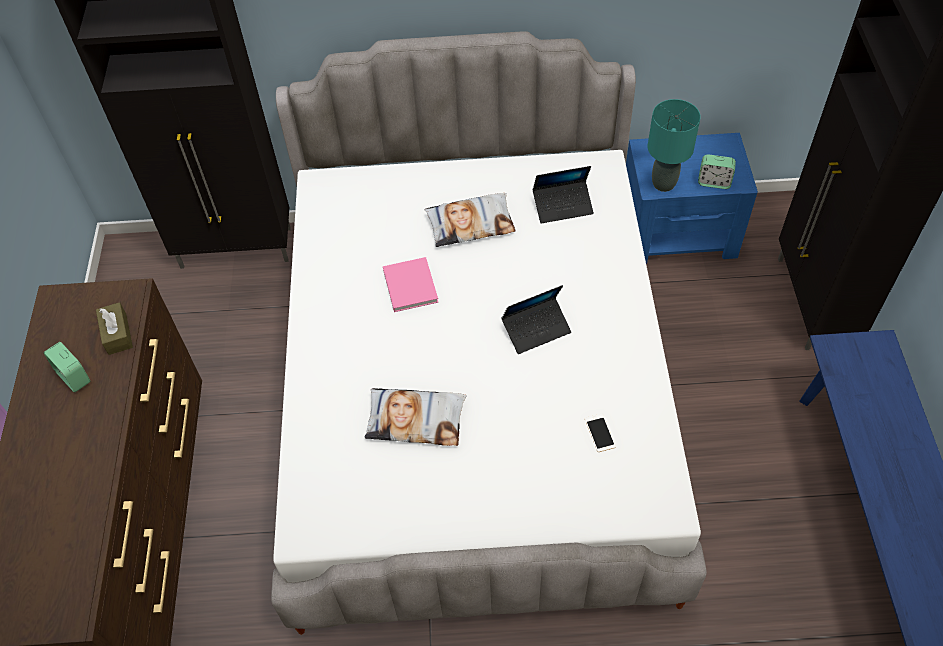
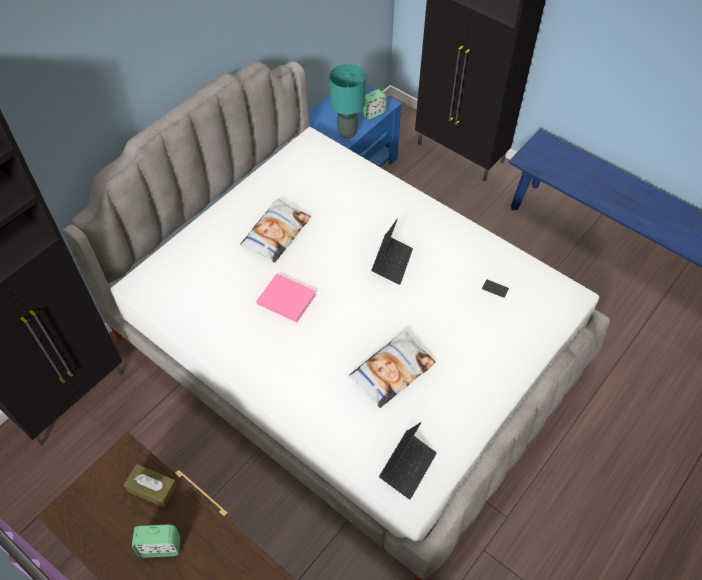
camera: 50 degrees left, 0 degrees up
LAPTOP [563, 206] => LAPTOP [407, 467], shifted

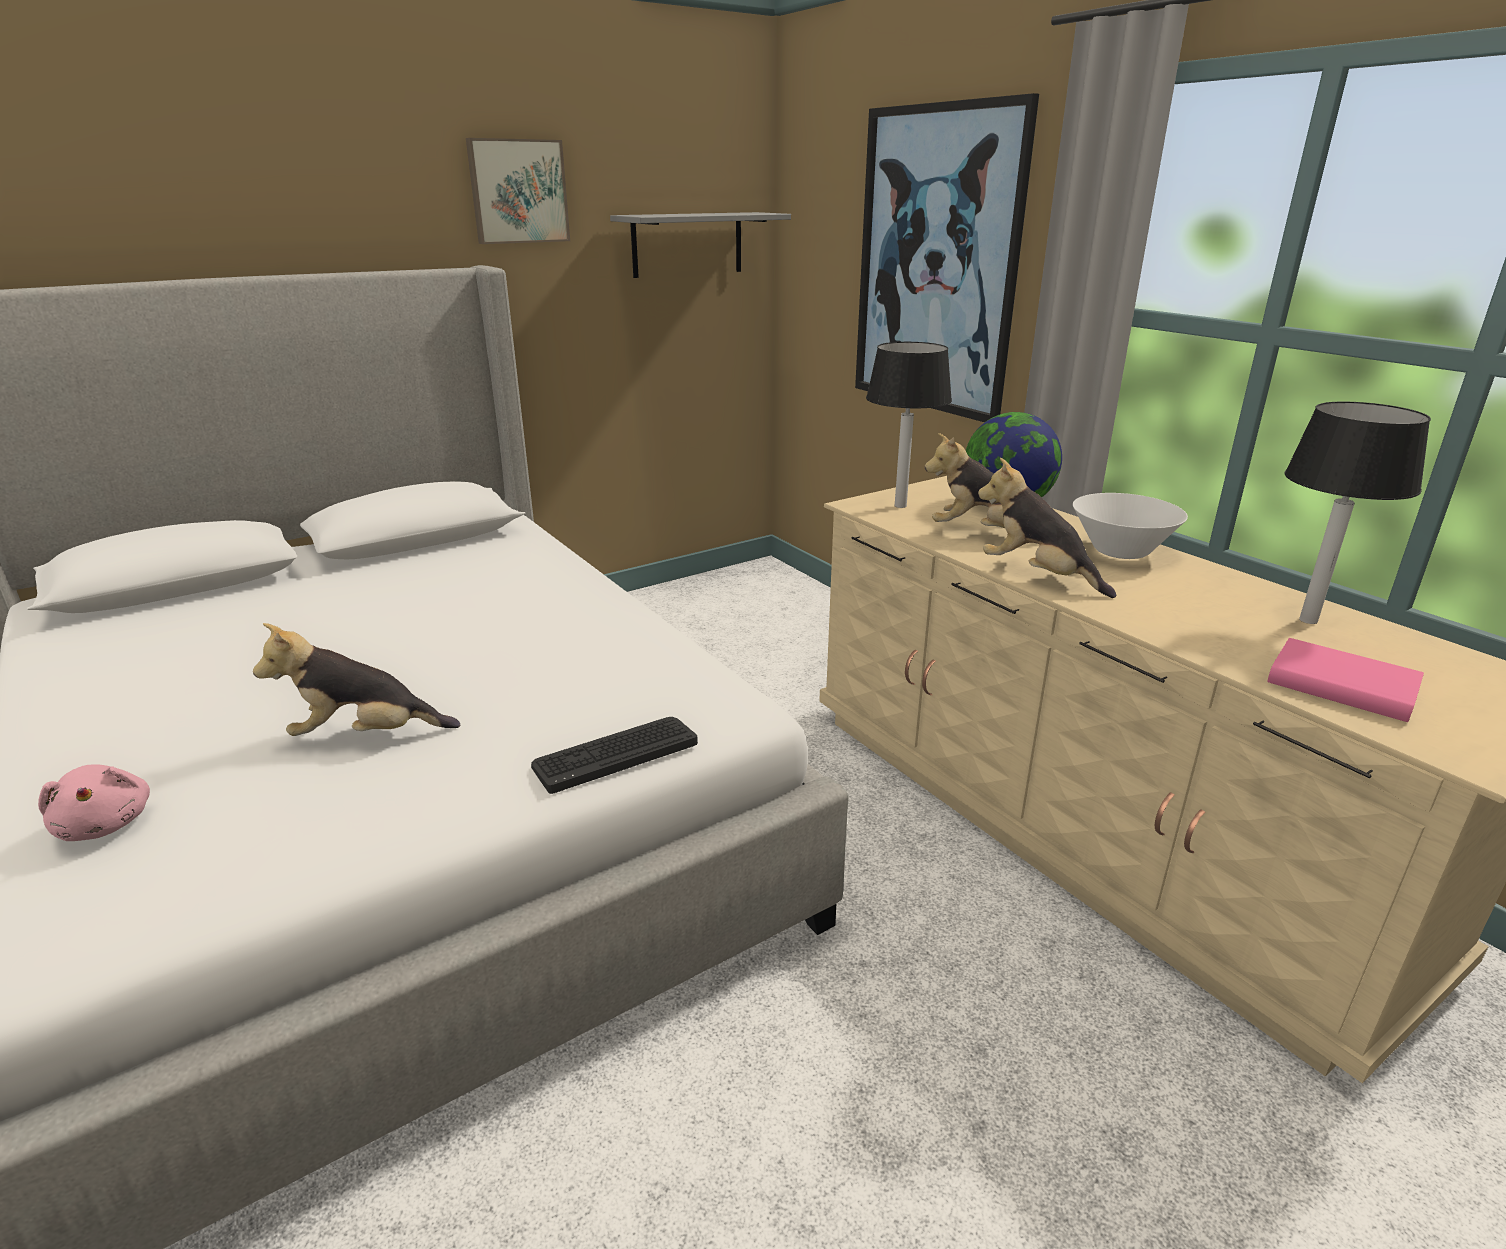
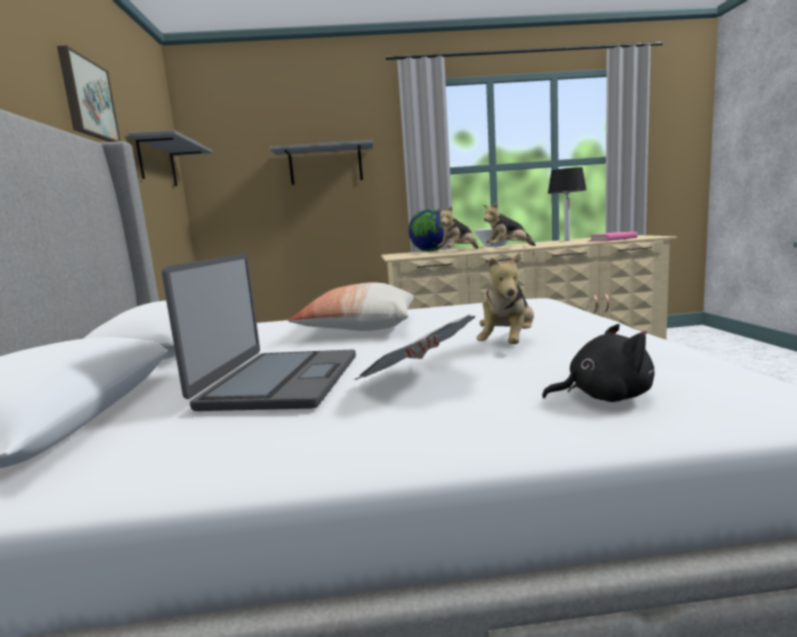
camera: 60 degrees left, 15 degrees down
KEYBOARD [615, 754] => nothing
TABLE LAMP [900, 505] => nothing
nothing => LAPTOP [280, 381]
nothing => PILLOW [359, 328]
nothing => NEWSPAPER [416, 381]
PICTURE [936, 263] => GREY SHELF [325, 165]
PINK PLUSH TOY [106, 824] => BLACK PLUSH TOY [603, 397]

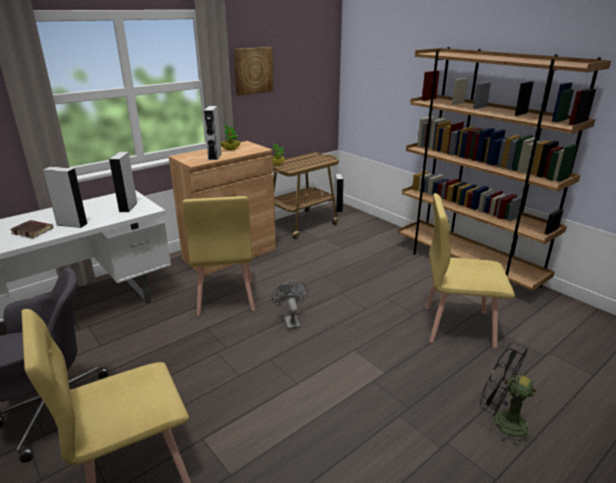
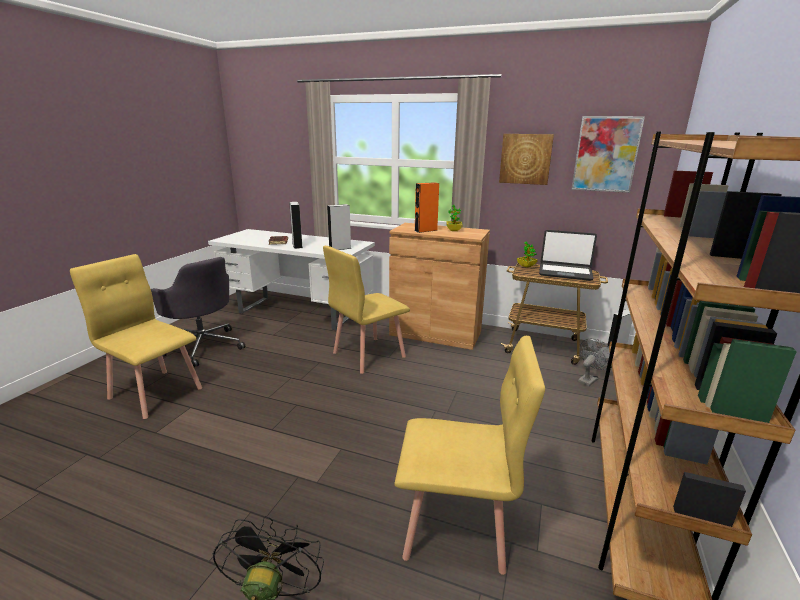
camera: 60 degrees right, 5 degrees down
nothing => LAPTOP [565, 272]
nothing => PICTURE [606, 154]
GREY FAN [290, 321] => GREY FAN [589, 379], shifted
GREY SPEAKER [214, 156] => ORANGE SPEAKER [425, 230]
YELLOW CHAIR [457, 326] => YELLOW CHAIR [456, 526], 120 degrees clockwise

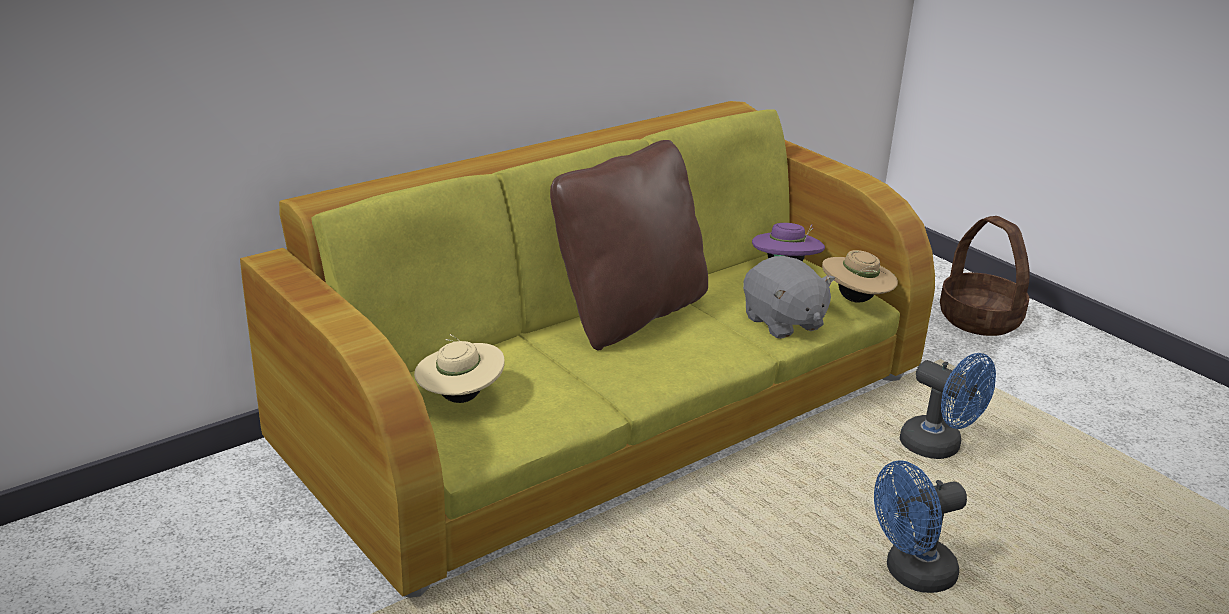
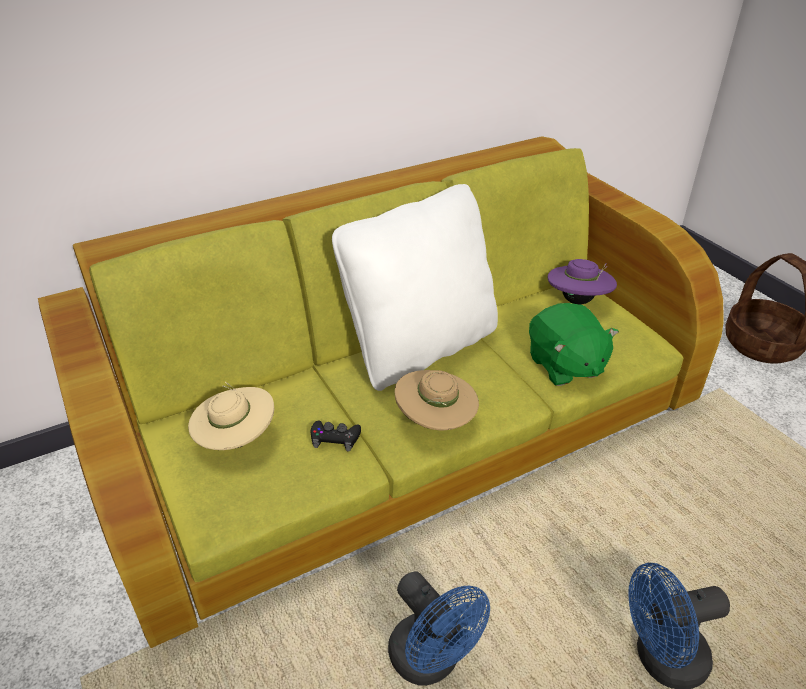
camera: 10 degrees right, 10 degrees up
nothing => BLACK GAME CONTROLLER [335, 438]
BEIGE HAT [855, 300] => BEIGE HAT [436, 421], shifted
BLUE FAN [939, 448] => BLUE FAN [432, 662], shifted
BROWN PILLOW [630, 314] => WHITE PILLOW [420, 348]
GREY PLUSH TOY [783, 323] => GREEN PLUSH TOY [565, 366]

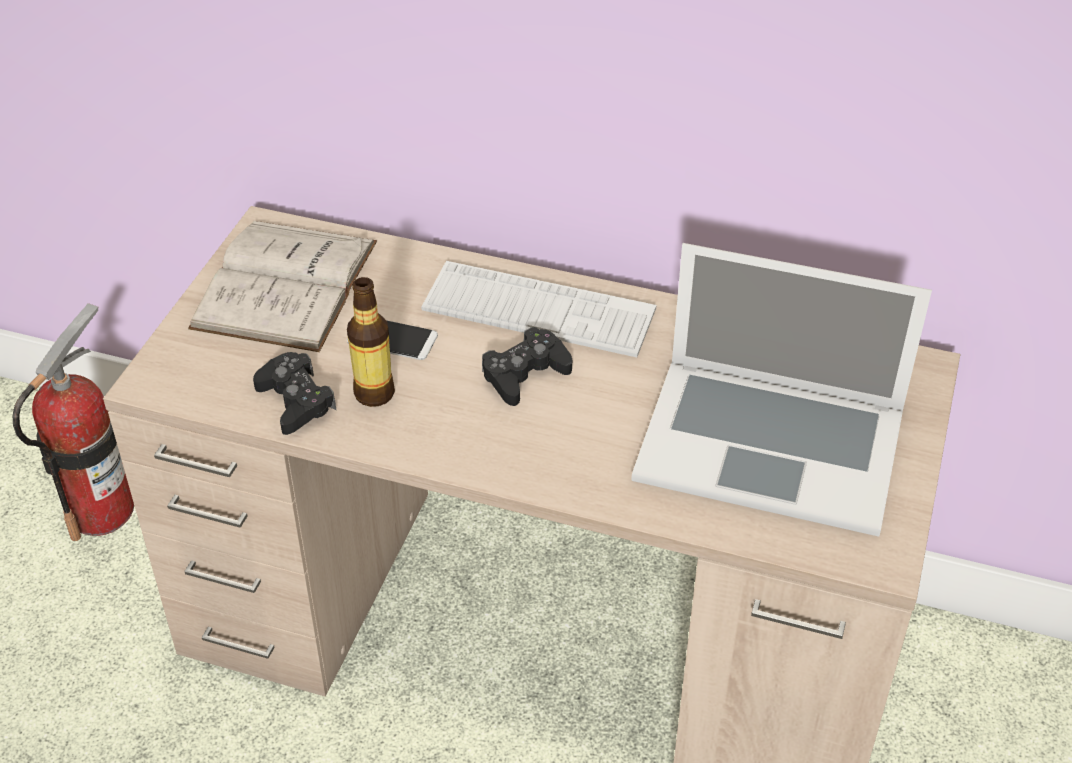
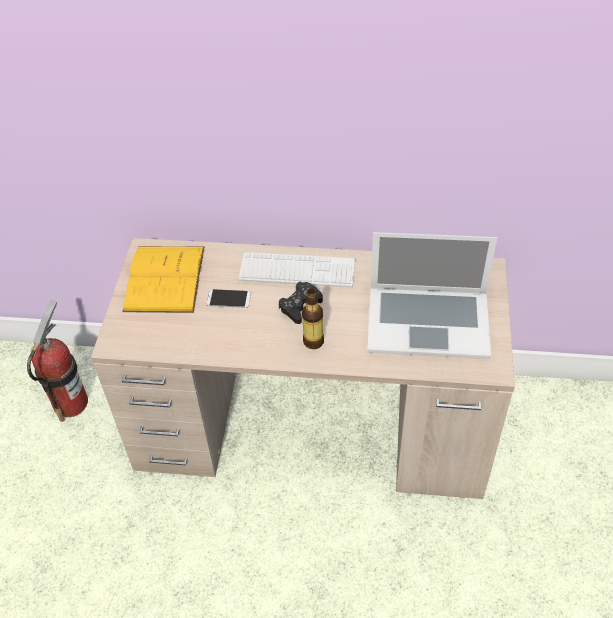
camera: 10 degrees left, 5 degrees up
BLACK GAME CONTROLLER [295, 401] => nothing
BOTTLE [374, 393] => BOTTLE [313, 341], shifted
WHITE BOOK [285, 284] => YELLOW BOOK [165, 278]

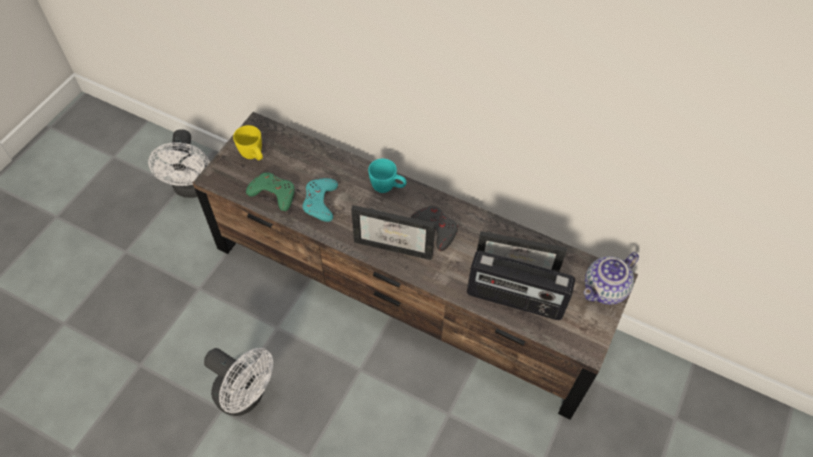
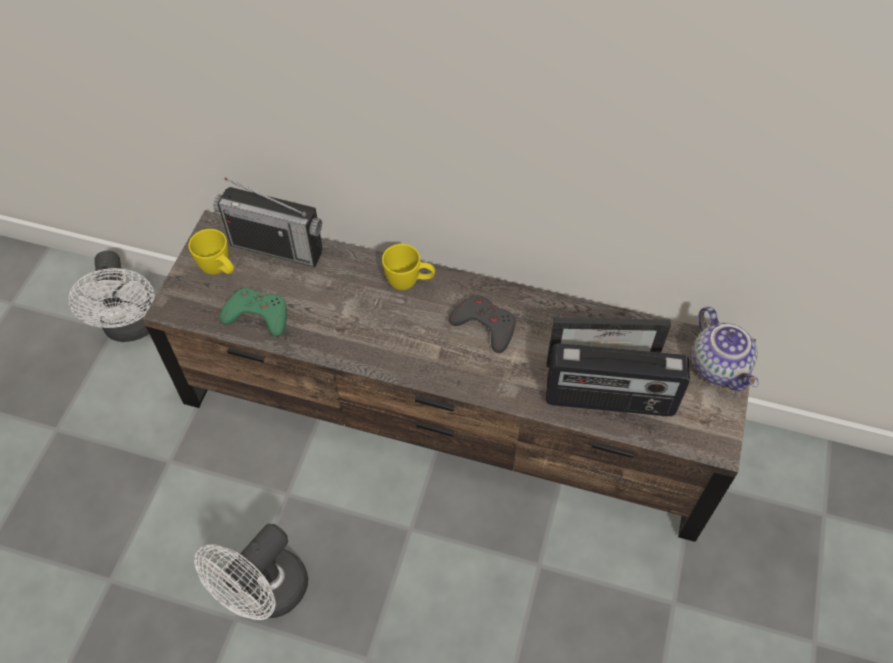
camera: 10 degrees left, 0 degrees up
TURQUOISE GAME CONTROLLER [320, 202] => nothing
PICTURE FRAME [396, 243] => nothing
nothing => RADIO [277, 247]
TURQUOISE MUG [388, 188] => YELLOW MUG [409, 282]
WHITE FAN [246, 396] => WHITE FAN [265, 594], 105 degrees clockwise
TEAPOT [605, 290] => TEAPOT [720, 367], 60 degrees counterclockwise

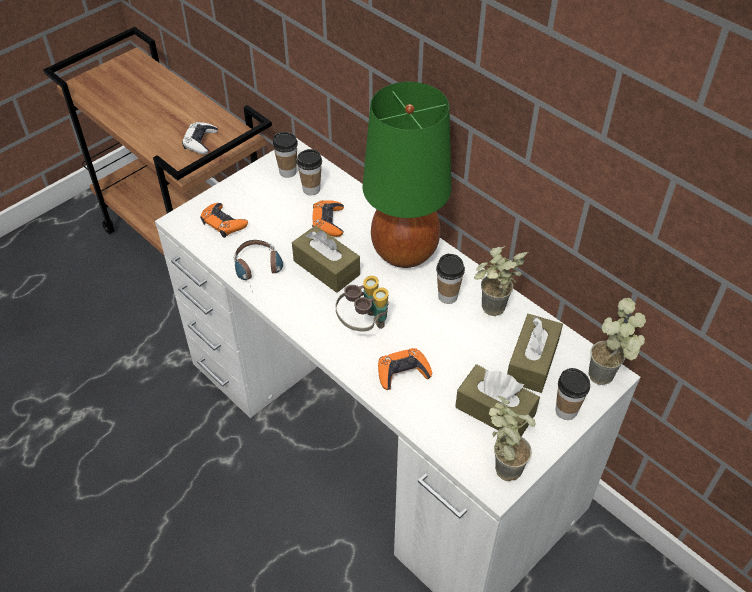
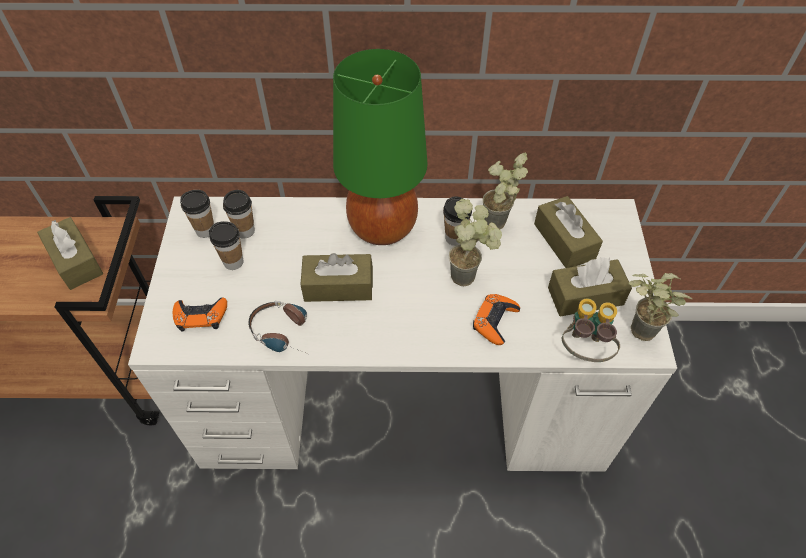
camera: 45 degrees left, 5 degrees up
ORANGE GAME CONTROLLER [328, 222] => nothing
BINOCULARS [364, 325] => BINOCULARS [584, 349], shifted
CUP [566, 411] => CUP [233, 262], shifted
POTTED PLANT [608, 379] => POTTED PLANT [470, 276], shifted
WHITE GAME CONTROLLER [200, 141] => BROWN TISSUE BOX [75, 261]

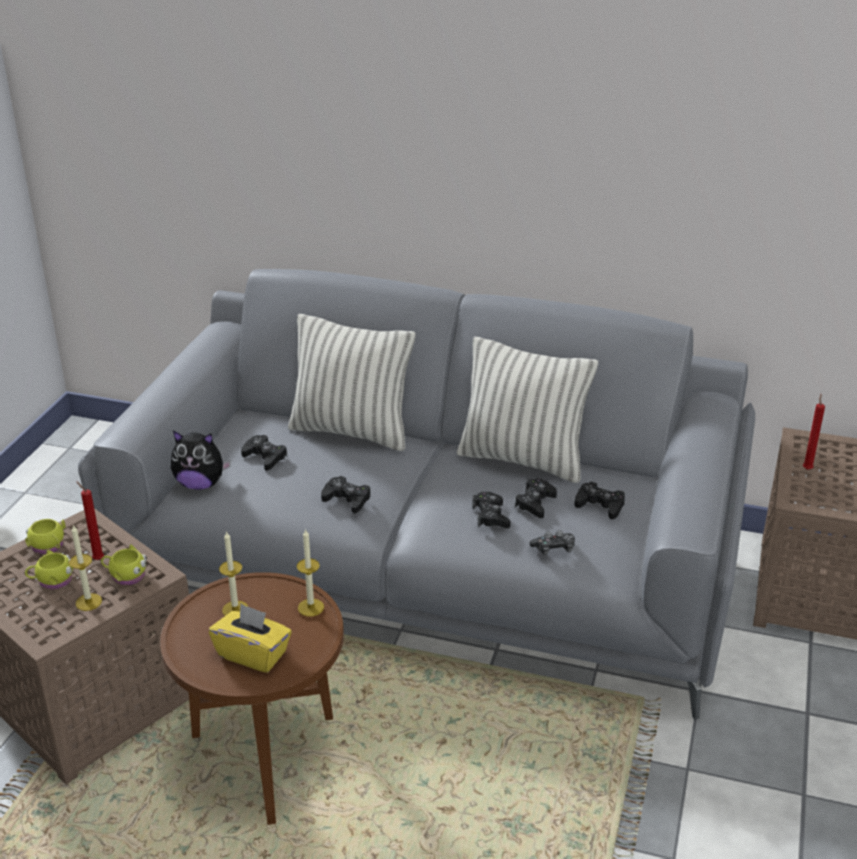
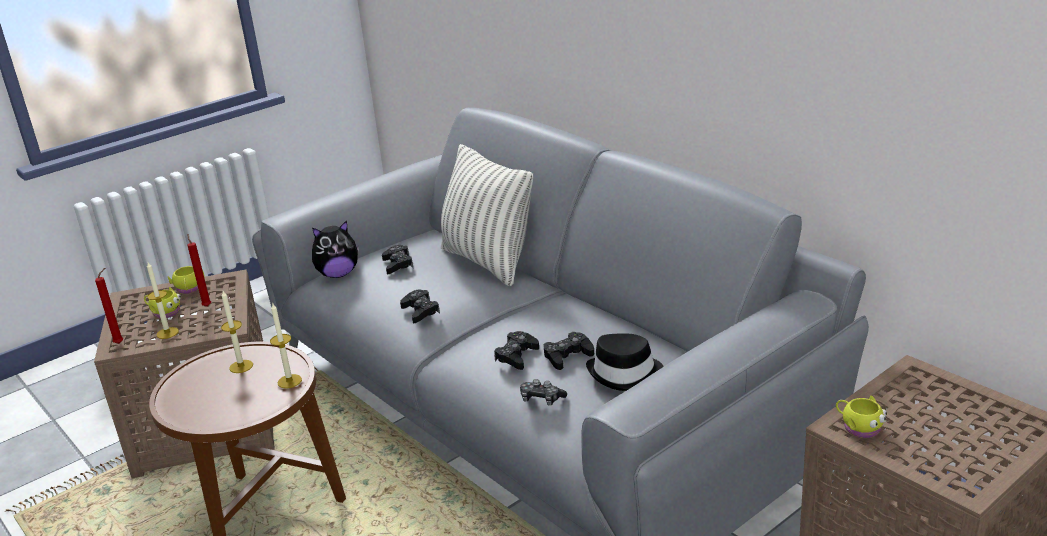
camera: 35 degrees right, 5 degrees down
YELLOW TISSUE BOX [253, 654] => nothing
PILLOW [522, 460] => nothing
YELLOW MUG [126, 576] => YELLOW MUG [858, 427], shifted
RED CANDLE [807, 468] => RED CANDLE [120, 343], shifted
BLACK GAME CONTROLLER [600, 505] => BLACK HAT [625, 374]
PLUSH TOY [200, 484] => PLUSH TOY [338, 274], 60 degrees counterclockwise

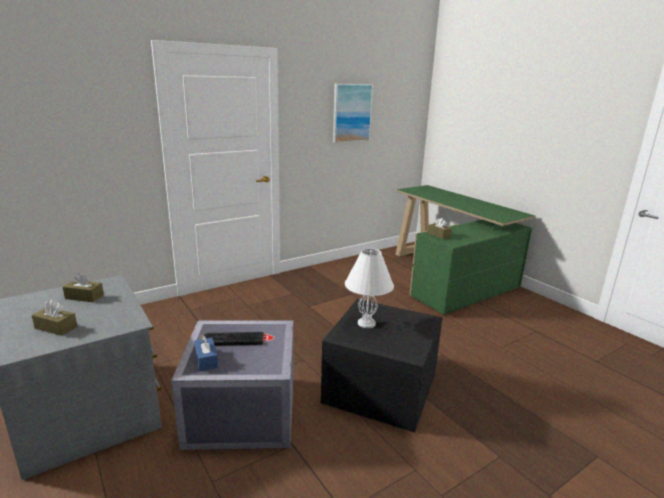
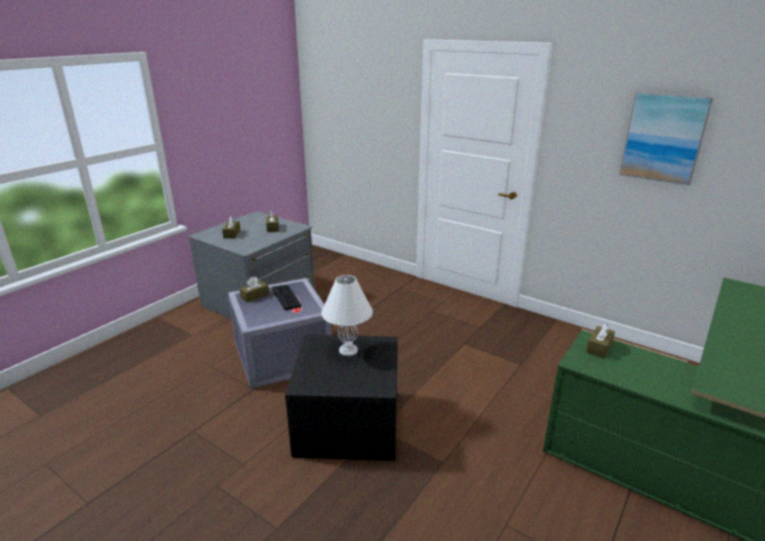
camera: 70 degrees right, 5 degrees up
BLUE TISSUE BOX [206, 360] => BROWN TISSUE BOX [255, 296]

